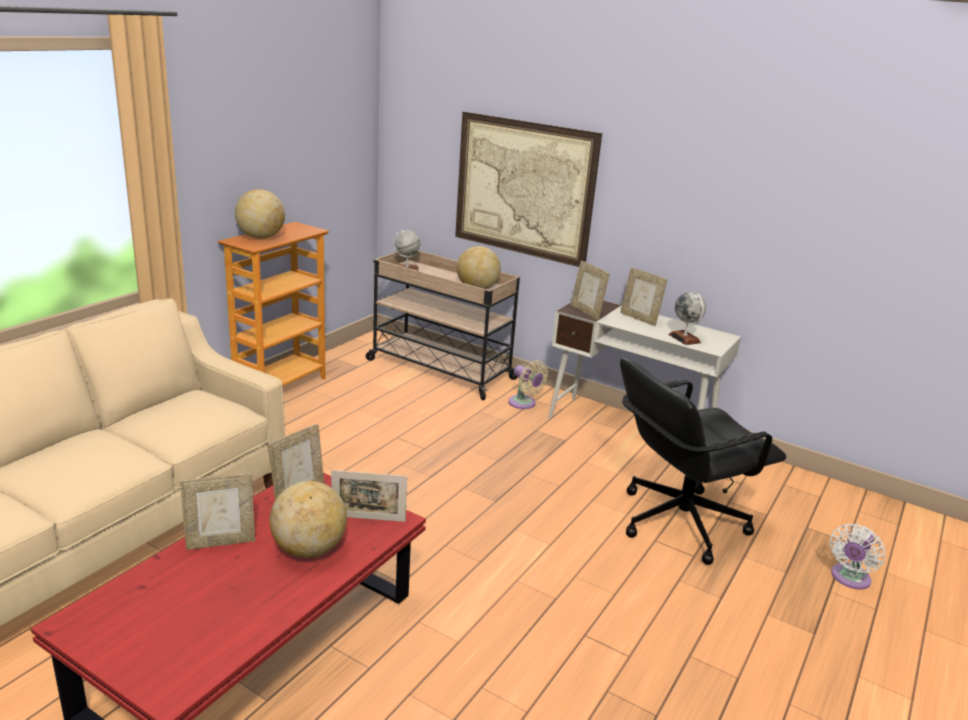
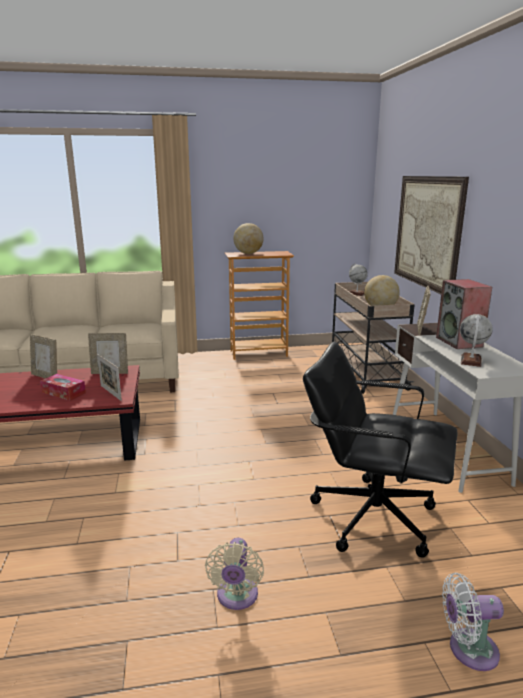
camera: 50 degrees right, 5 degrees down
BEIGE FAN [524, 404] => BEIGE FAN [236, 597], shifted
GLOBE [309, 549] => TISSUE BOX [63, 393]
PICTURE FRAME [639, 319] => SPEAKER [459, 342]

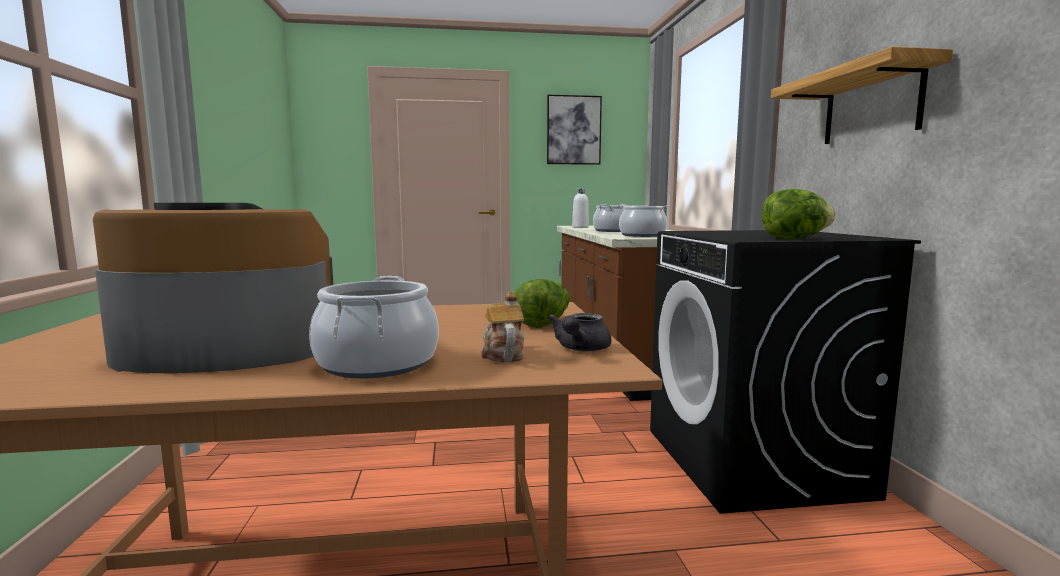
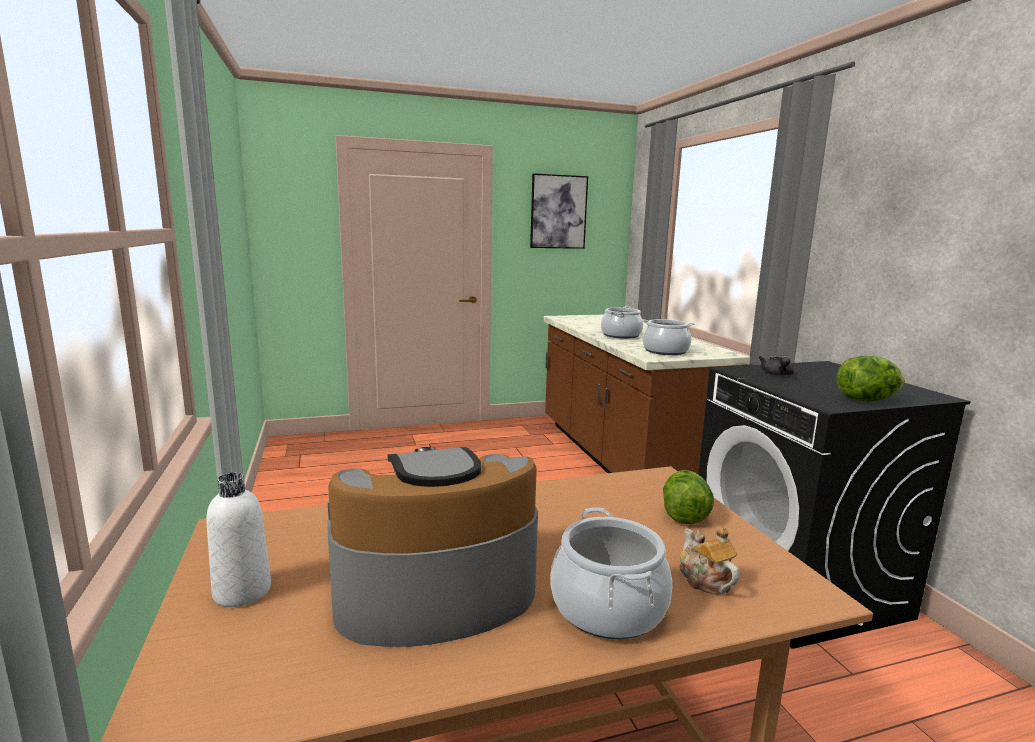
camera: 10 degrees left, 5 degrees up
SHELF [871, 105] => nothing
GREY TEAPOT [580, 349] => GREY TEAPOT [777, 374], shifted
WHITE BOTTLE [580, 227] => WHITE BOTTLE [242, 591], shifted

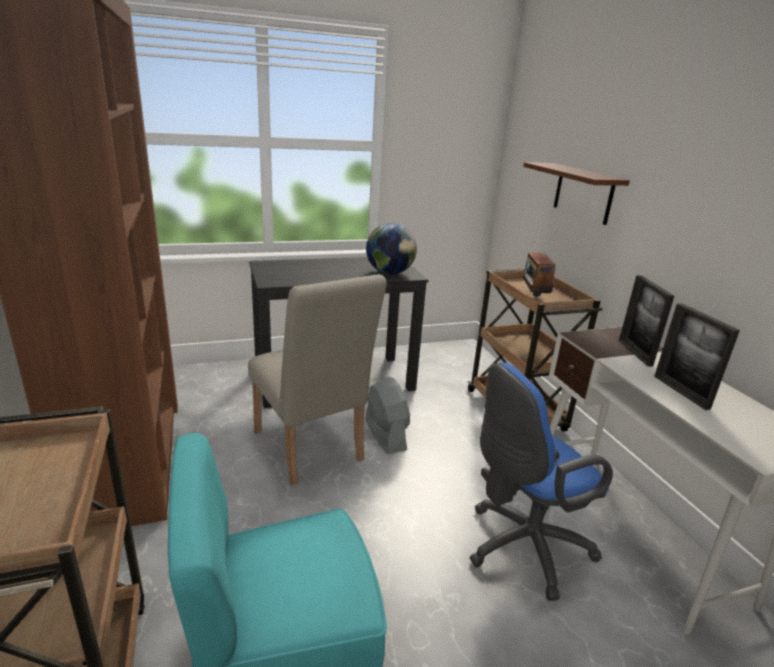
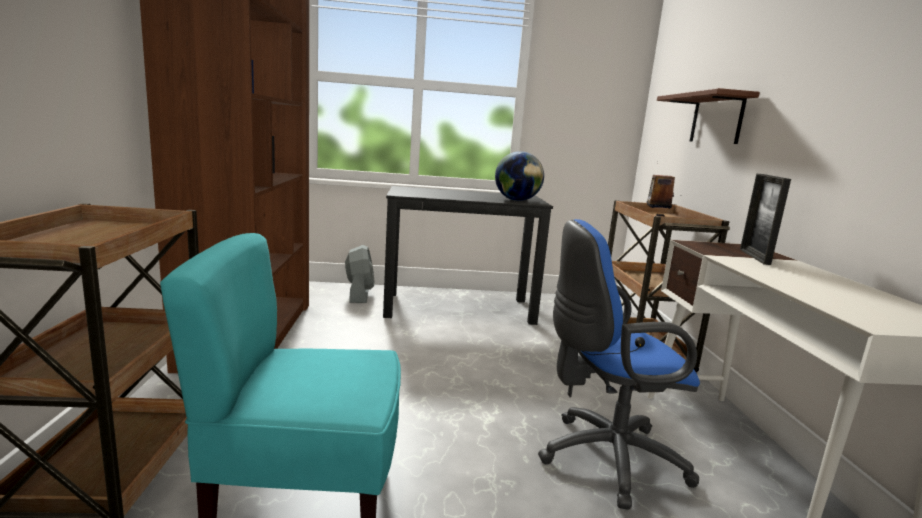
camera: 15 degrees right, 10 degrees down
BEIGE CHAIR [310, 450] => nothing
PICTURE FRAME [681, 392] => nothing
GREY FAN [385, 435] => GREY FAN [359, 295], shifted

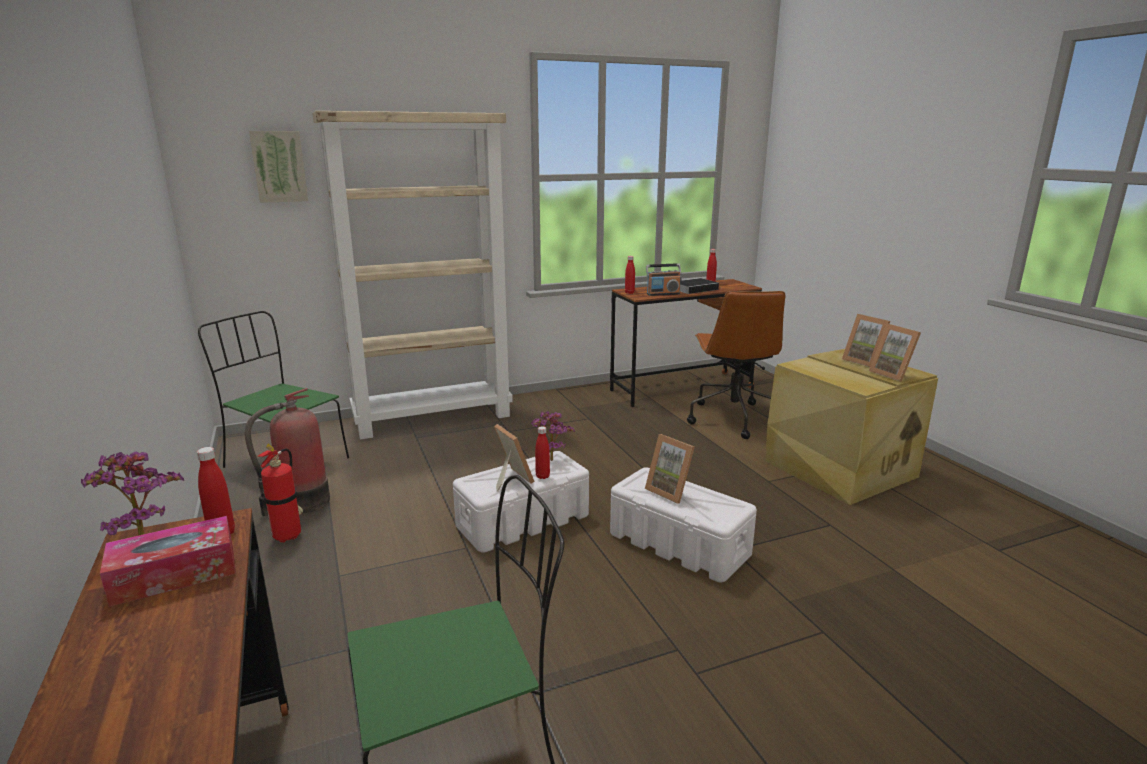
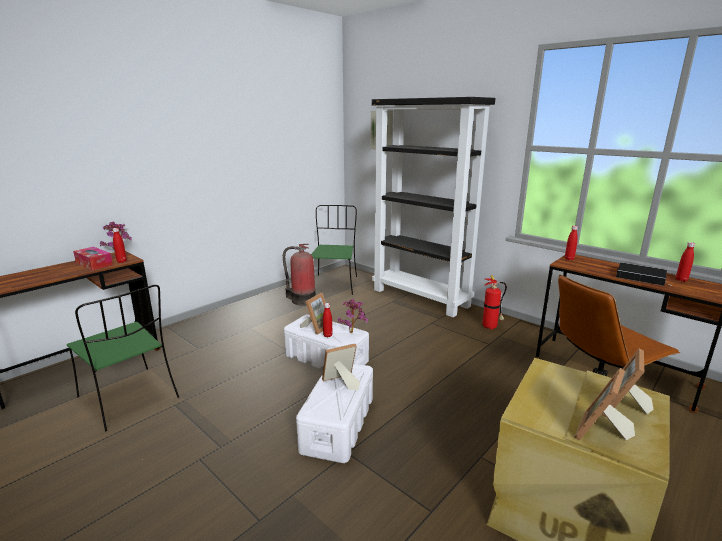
camera: 65 degrees right, 0 degrees up
RADIO [663, 294] => nothing
FIRE EXTINGUISHER [289, 535] => FIRE EXTINGUISHER [491, 327], shifted
BEIGE BOOKCASE [434, 418] => BLACK BOOKCASE [421, 298]
PICTURE FRAME [671, 491] => PICTURE FRAME [341, 383], 45 degrees clockwise

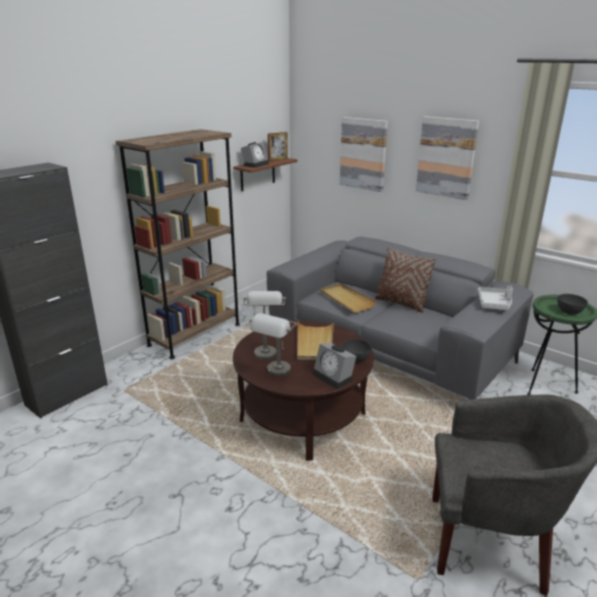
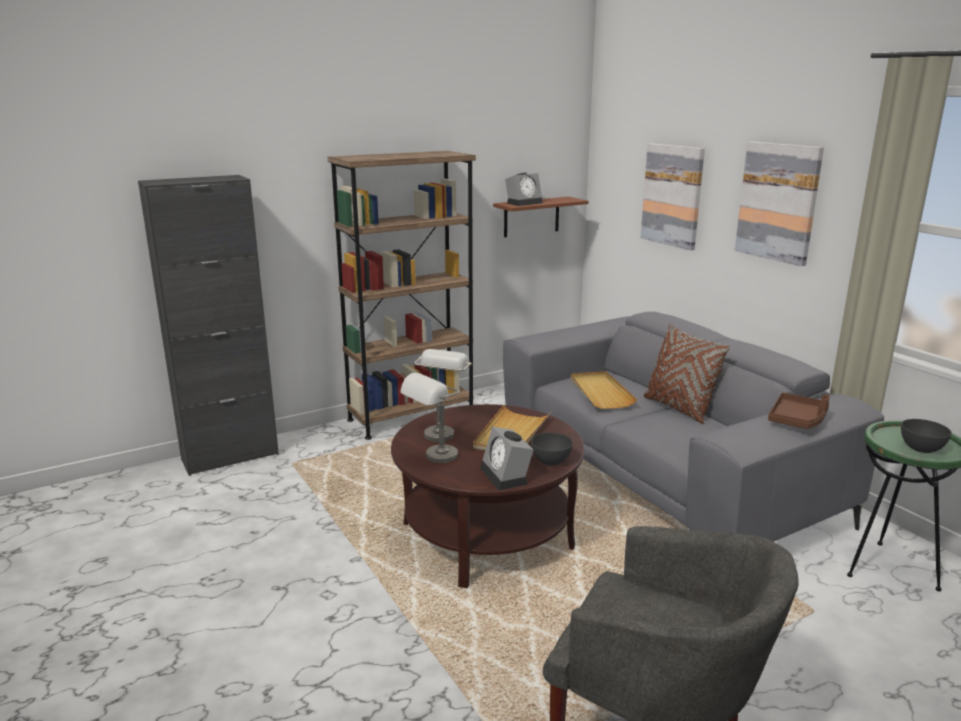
camera: 20 degrees right, 5 degrees down
PICTURE FRAME [278, 160] => nothing
GREY TRAY [494, 304] => BROWN TRAY [797, 420]

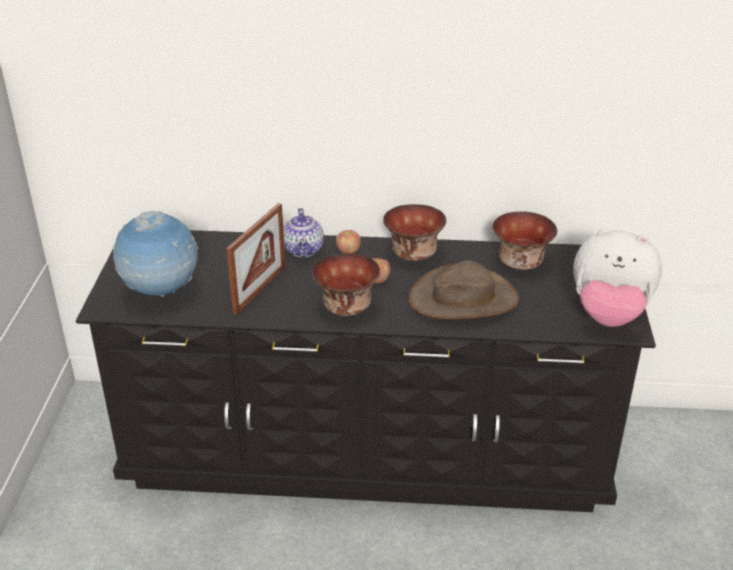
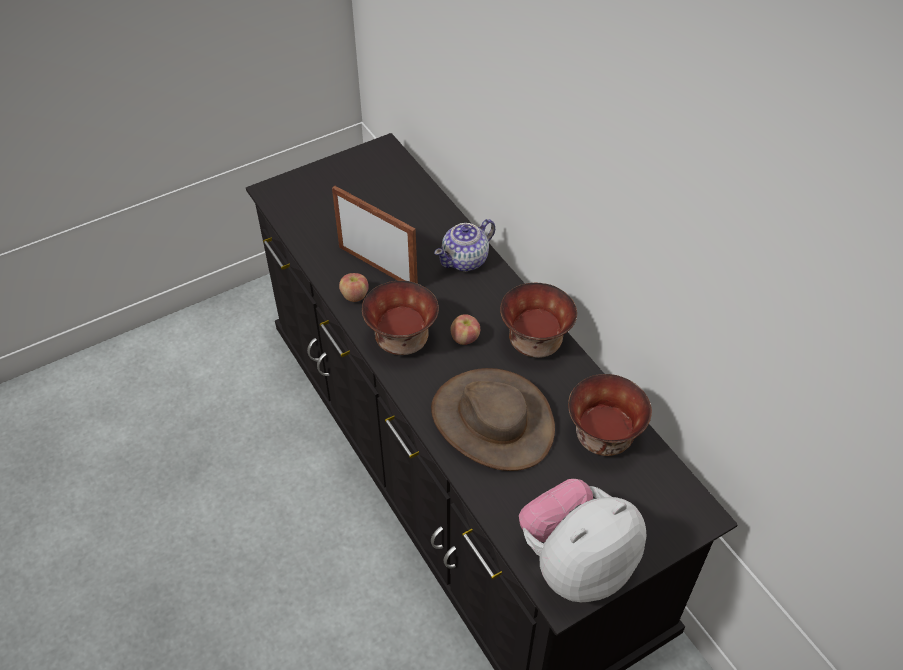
camera: 55 degrees right, 15 degrees up
GLOBE [161, 292] => nothing
APPLE [348, 251] => APPLE [354, 296], shifted
PICTURE FRAME [260, 289] => PICTURE FRAME [377, 267], 135 degrees counterclockwise
PLUSH TOY [609, 314] => PLUSH TOY [576, 563], 75 degrees clockwise

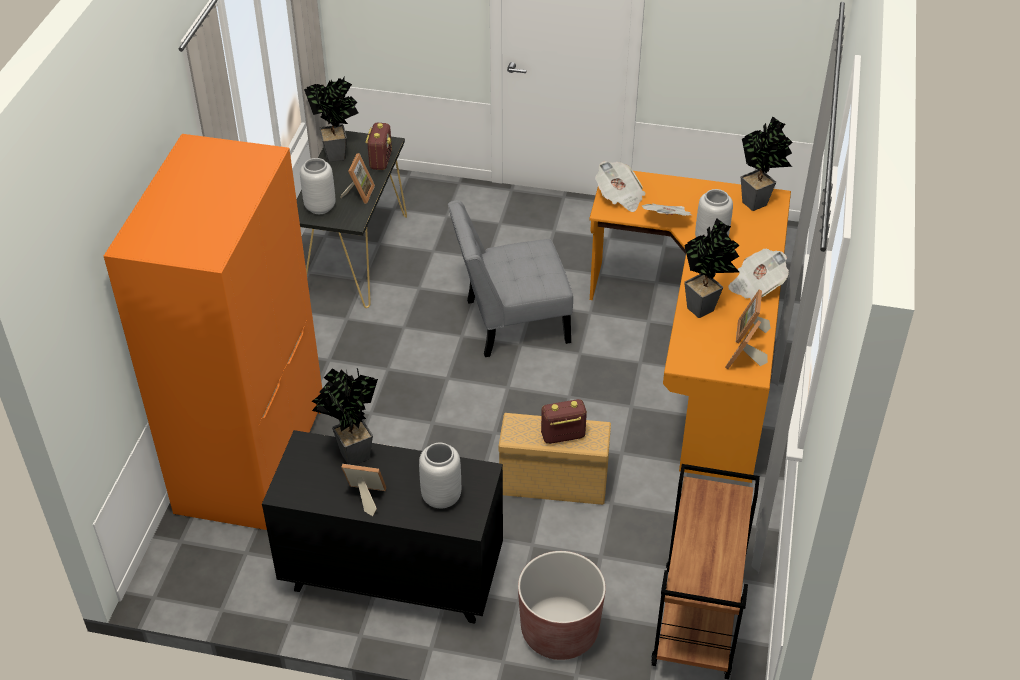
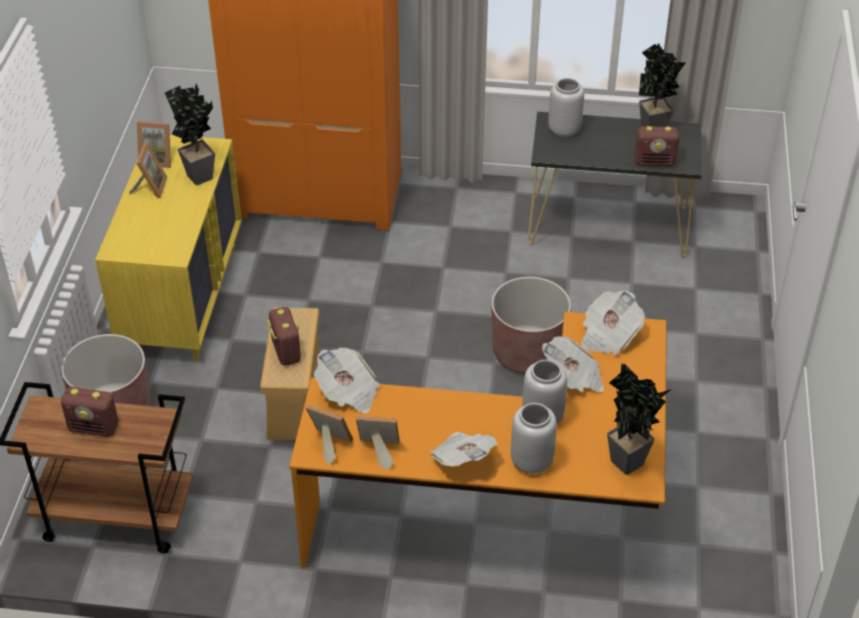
camera: 85 degrees right, 0 degrees up
POTTED PLANT [705, 308] => nothing
nothing => RADIO [94, 427]
nothing => NEWSPAPER [348, 392]
PICTURE FRAME [359, 193] => PICTURE FRAME [157, 159], shifted
GREY VASE [440, 497] => GREY VASE [532, 461], shifted
GREY CHAIR [510, 322] => BROWN PLANTER [527, 353]
BLACK DRESSER [392, 576] => YELLOW DRESSER [183, 296]

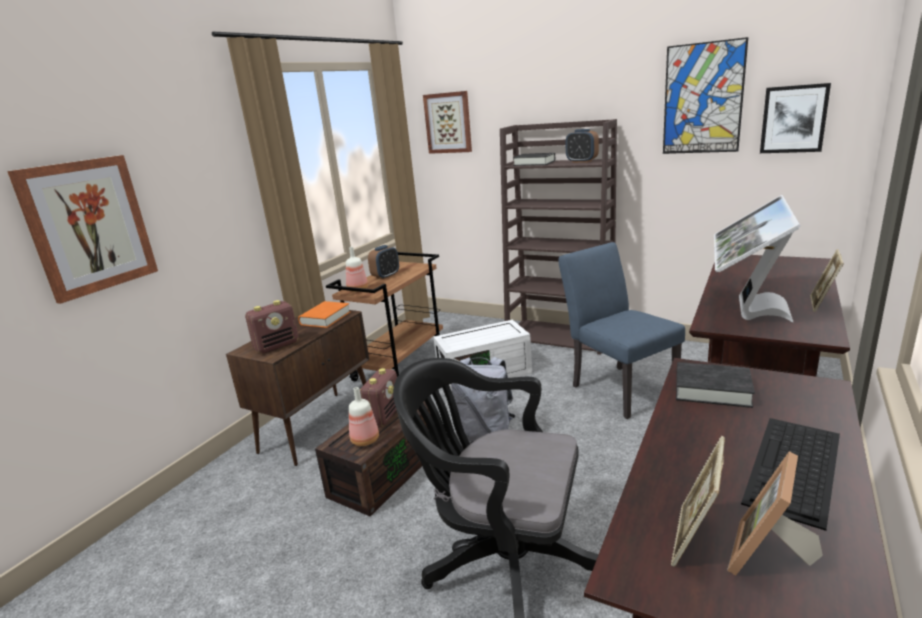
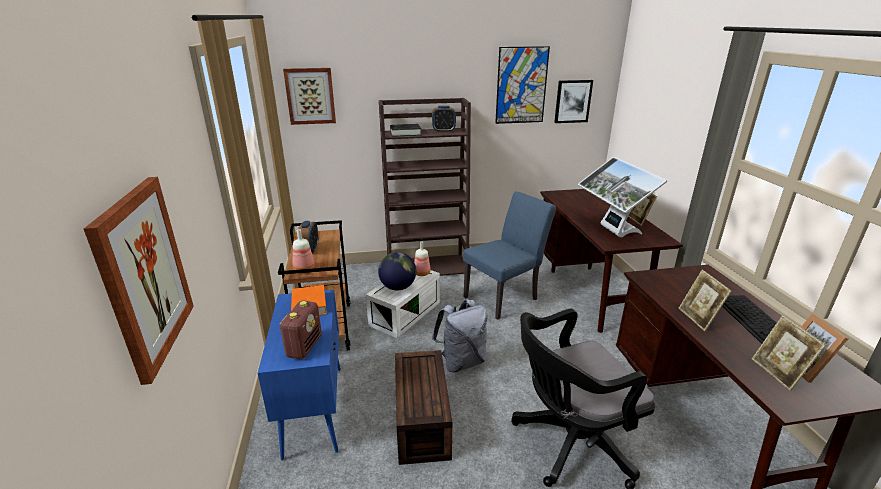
camera: 40 degrees left, 5 degrees up
RADIO [384, 416] => nothing
BLACK BOOK [712, 390] => nothing
nothing => GLOBE [398, 287]
nothing => PICTURE FRAME [698, 319]
BOTTLE [364, 440] => BOTTLE [421, 273], shifted
BROWN CABINET [319, 426] => BLUE CABINET [314, 408]
BLUE CHAIR [617, 387] => BLUE CHAIR [505, 296], 120 degrees clockwise

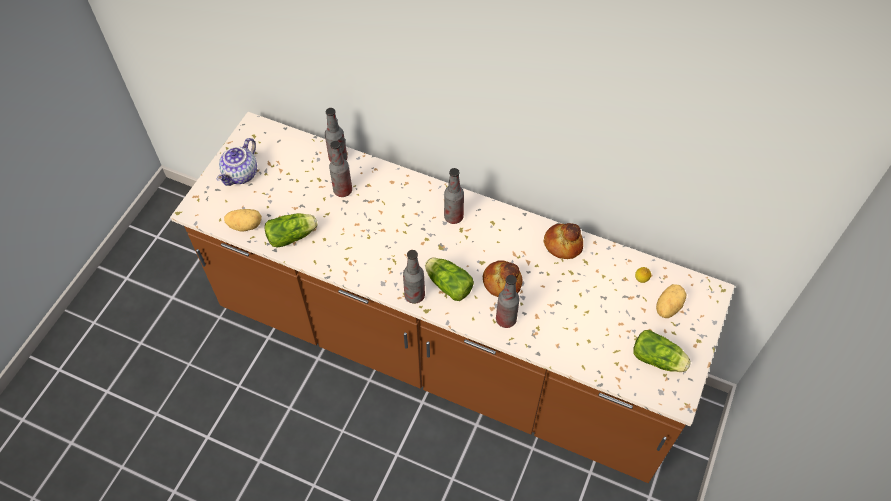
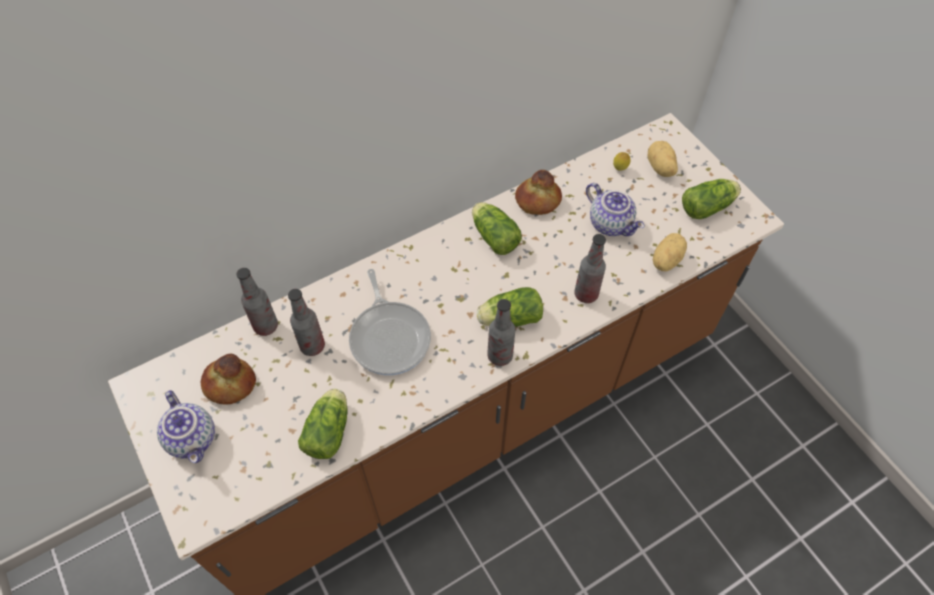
camera: 55 degrees left, 0 degrees up
BOTTLE [453, 217] => nothing
nothing => FRYING PAN [390, 337]
nothing => LETTUCE [493, 235]
nothing => TEAPOT [611, 223]
POTATO [245, 225] => POTATO [665, 260], shifted
BREAD [501, 282] => BREAD [229, 384], shifted

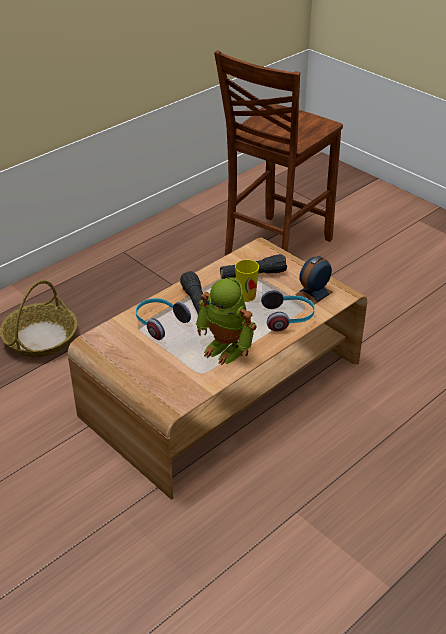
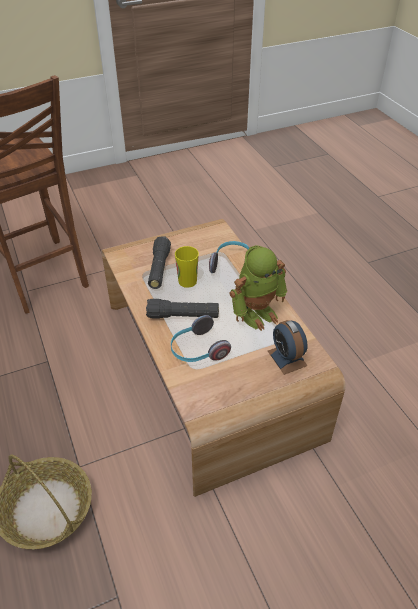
camera: 70 degrees left, 5 degrees up
ALARM CLOCK [314, 293] => ALARM CLOCK [287, 358], shifted

